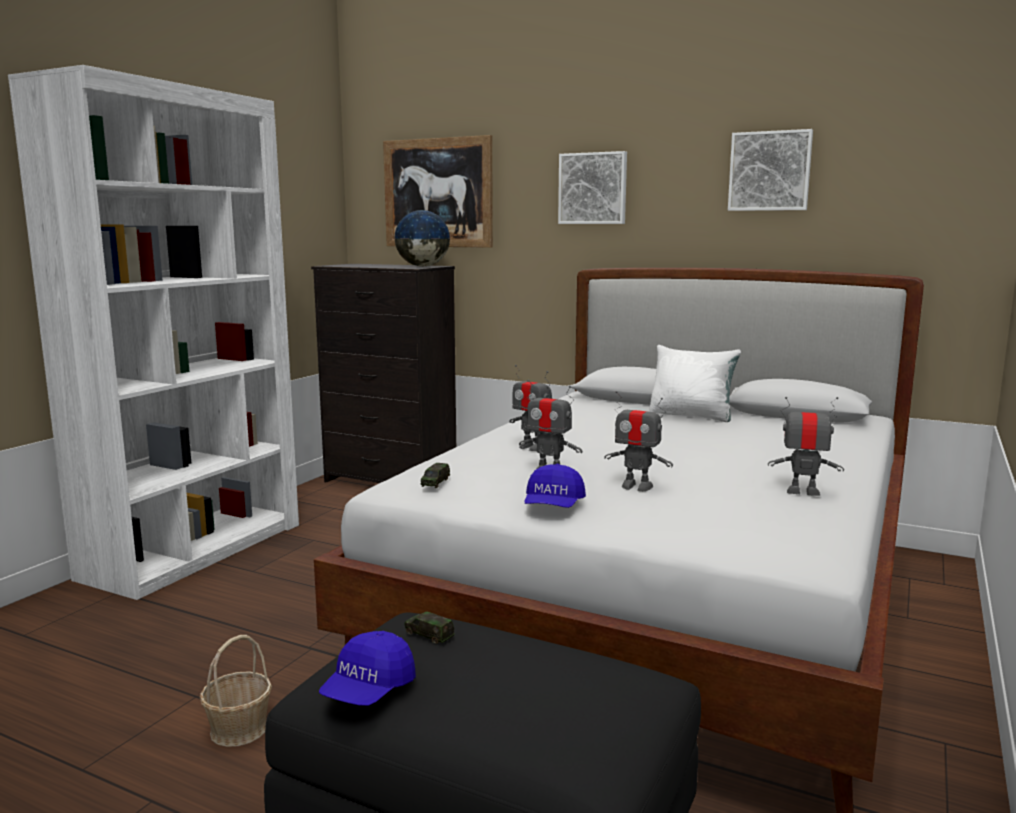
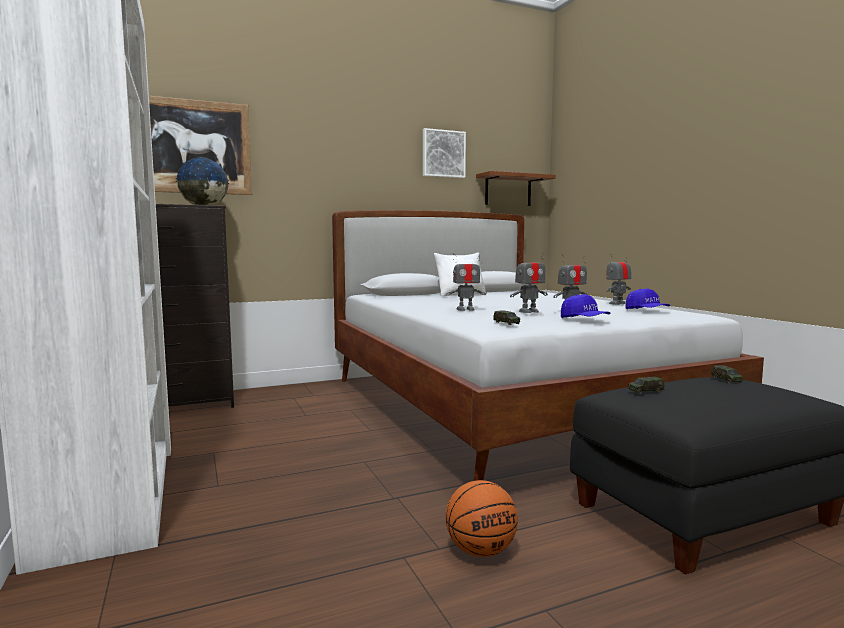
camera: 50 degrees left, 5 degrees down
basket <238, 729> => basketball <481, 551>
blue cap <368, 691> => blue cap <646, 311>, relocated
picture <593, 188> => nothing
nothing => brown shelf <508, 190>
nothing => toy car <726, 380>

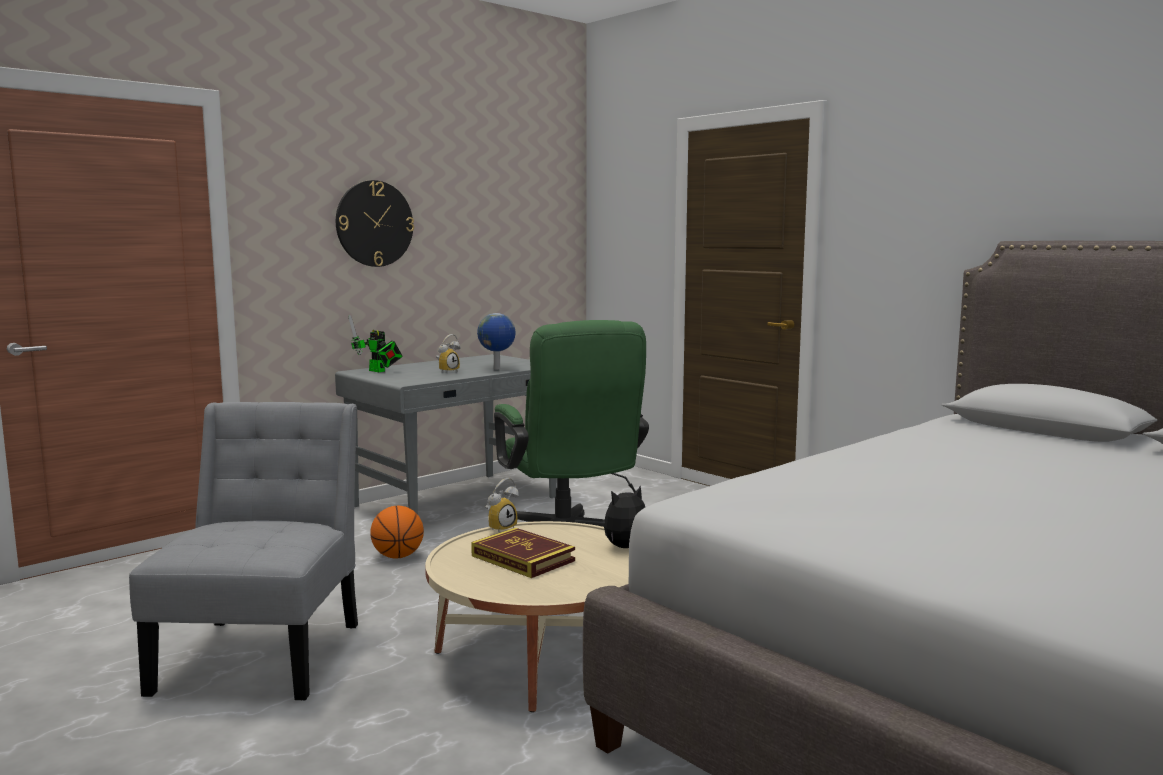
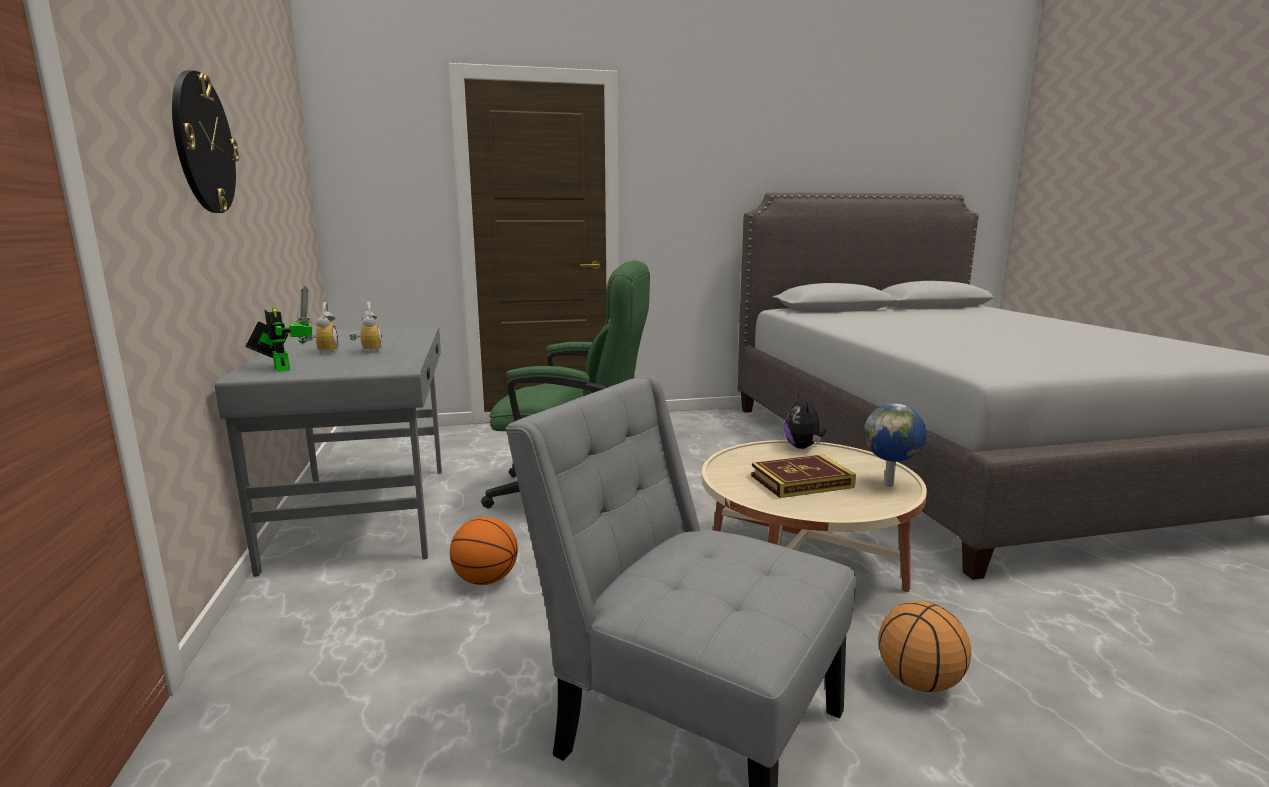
camera: 60 degrees left, 5 degrees up
toy robot <378, 371> => toy robot <281, 368>, 105 degrees counterclockwise
globe <497, 369> => globe <890, 485>, relocated
alarm clock <500, 528> => alarm clock <324, 352>, relocated
nothing => basketball <917, 681>

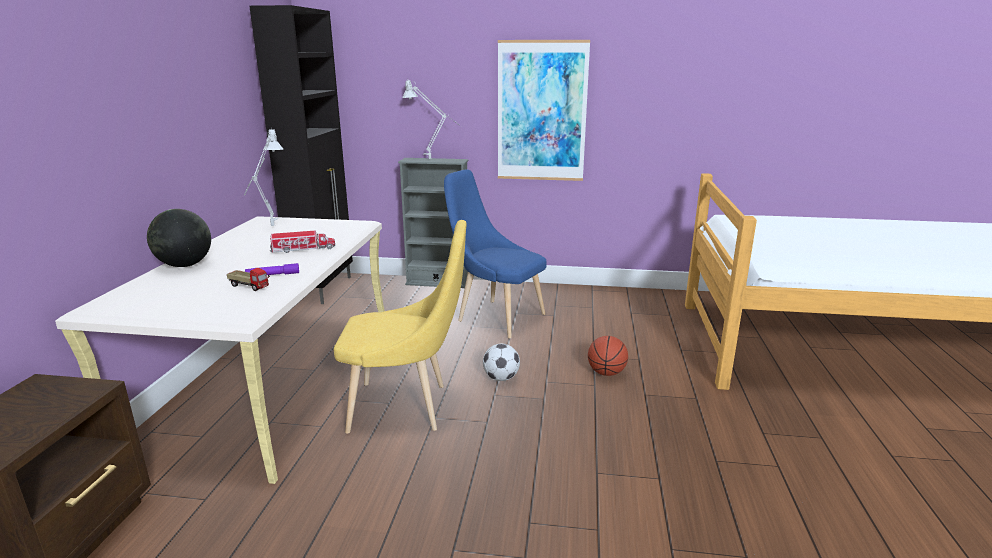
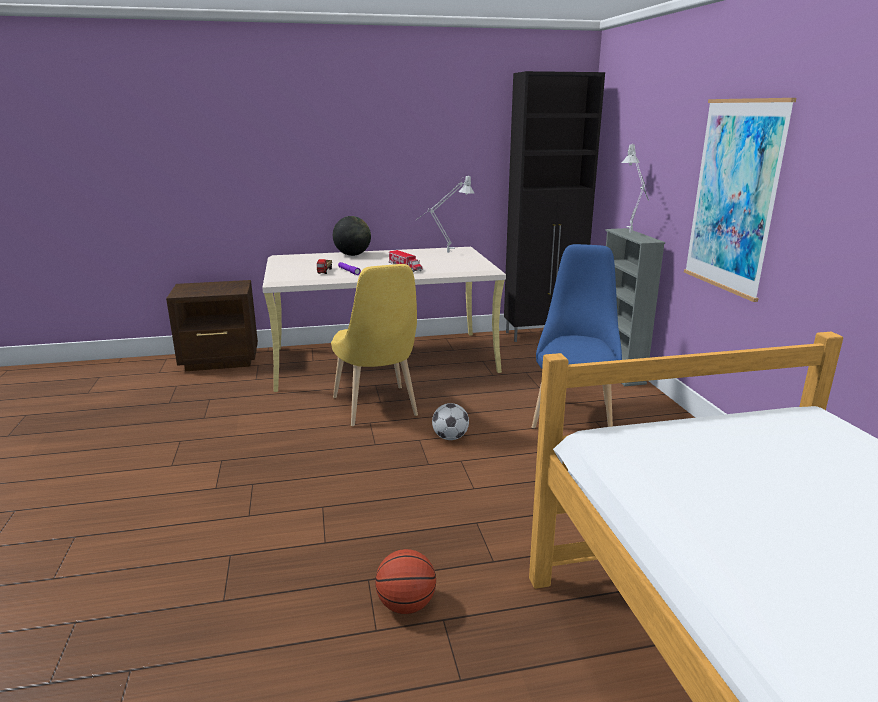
camera: 70 degrees right, 0 degrees up
basketball <606, 373> => basketball <406, 605>, relocated

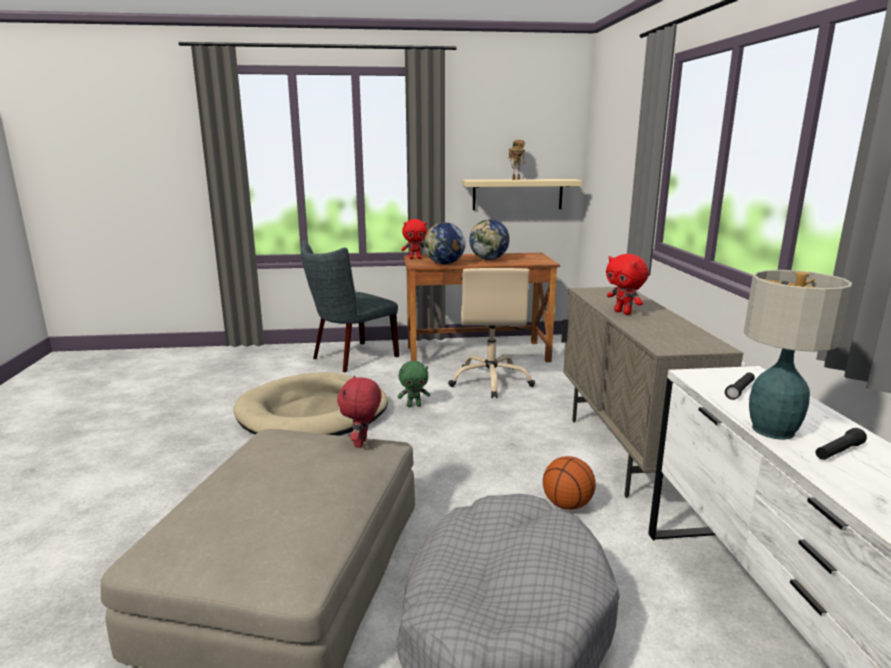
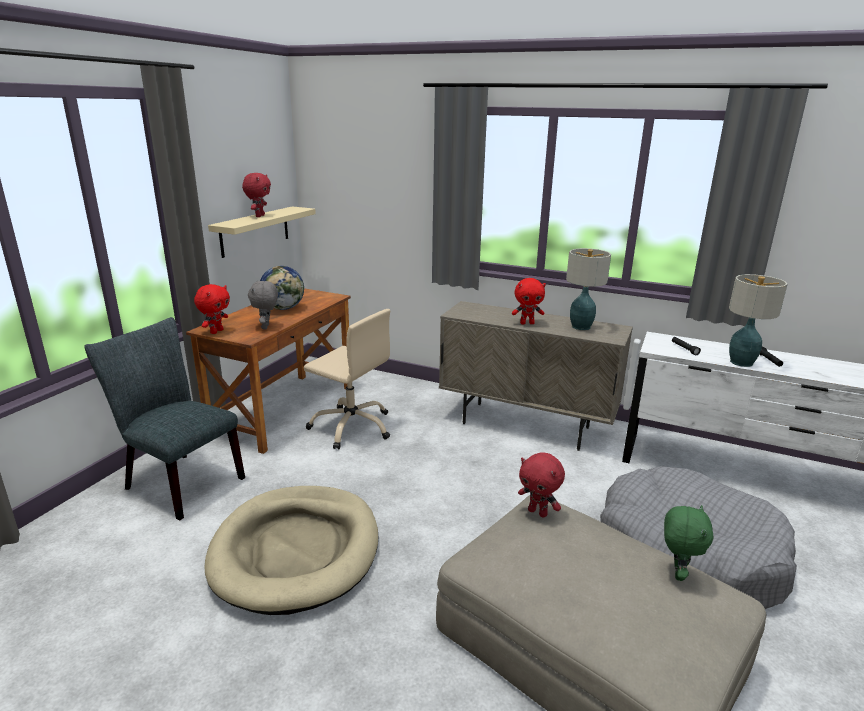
camera: 60 degrees left, 5 degrees up
grey chair <350, 358> => grey chair <178, 482>, 135 degrees clockwise
green plush toy <414, 405> => green plush toy <677, 572>, relocated
globe <444, 263> => grey plush toy <266, 327>
toy robot <516, 179> => red plush toy <259, 216>
basketball <567, 505> => nothing
nothing => table lamp <581, 327>

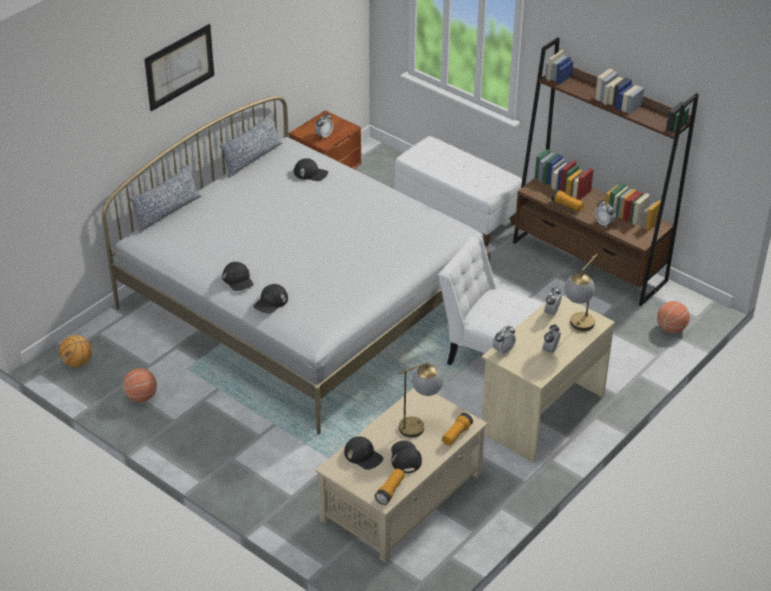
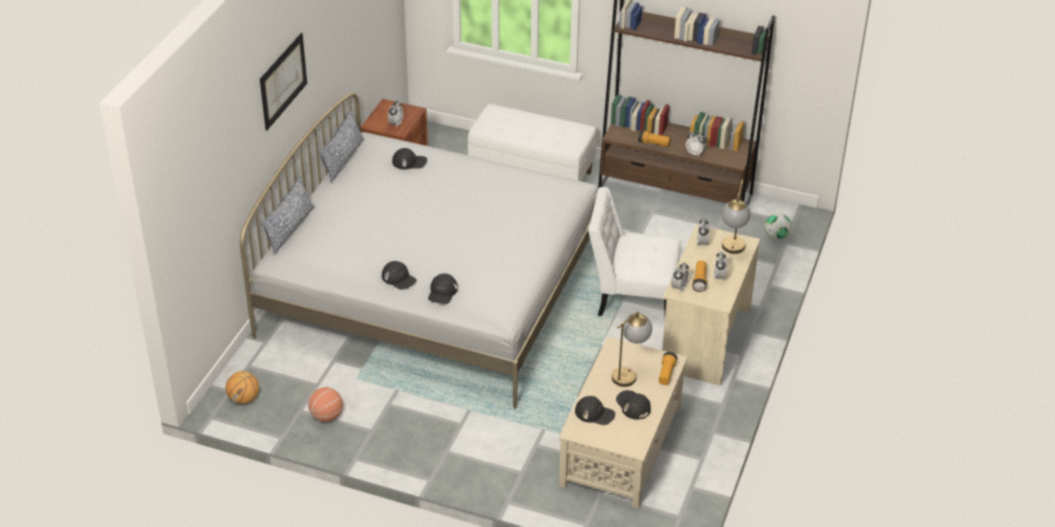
camera: 20 degrees left, 0 degrees up
flashlight <390, 491> => flashlight <699, 280>, relocated
basketball <671, 328> => football <776, 237>

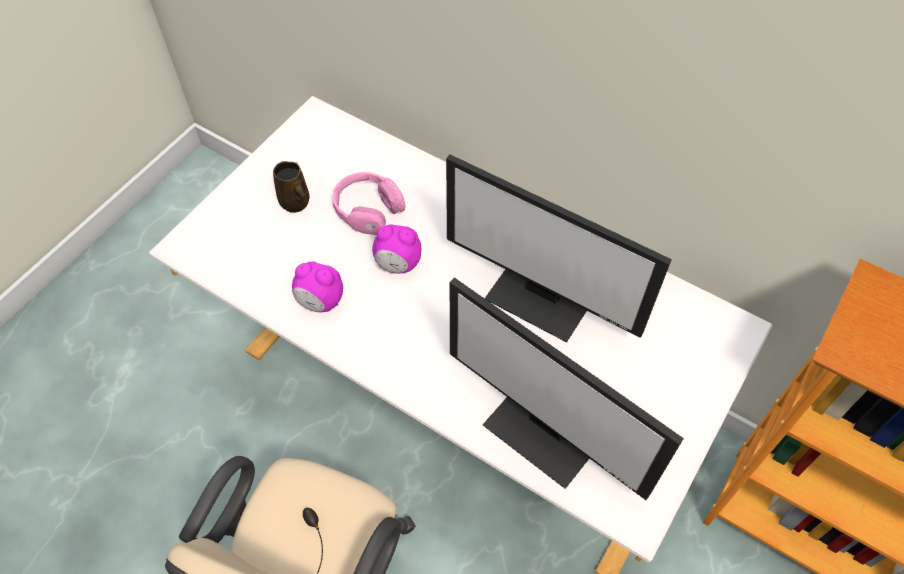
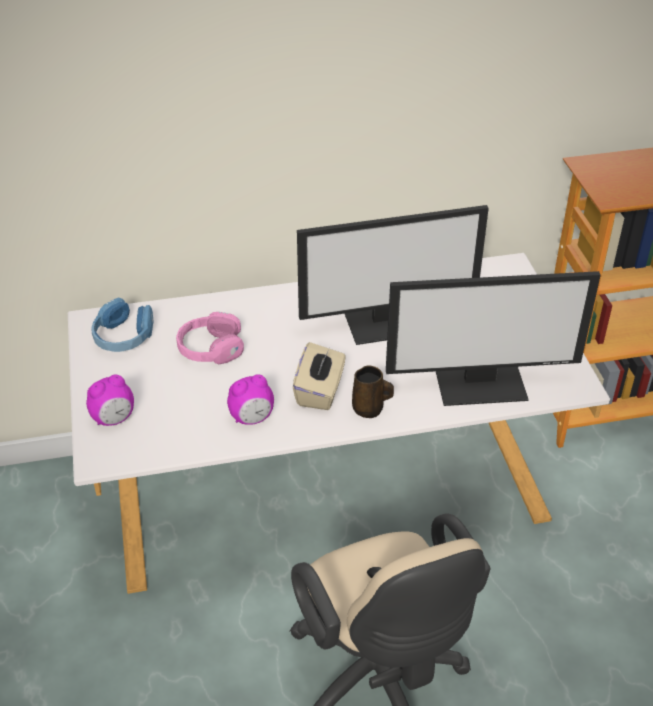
camera: 45 degrees left, 15 degrees down
brown mug <296, 203> => brown mug <369, 409>, relocated
alarm clock <398, 264> => alarm clock <114, 419>, relocated
nothing => blue headphones <124, 337>
nothing => beige tissue box <320, 391>

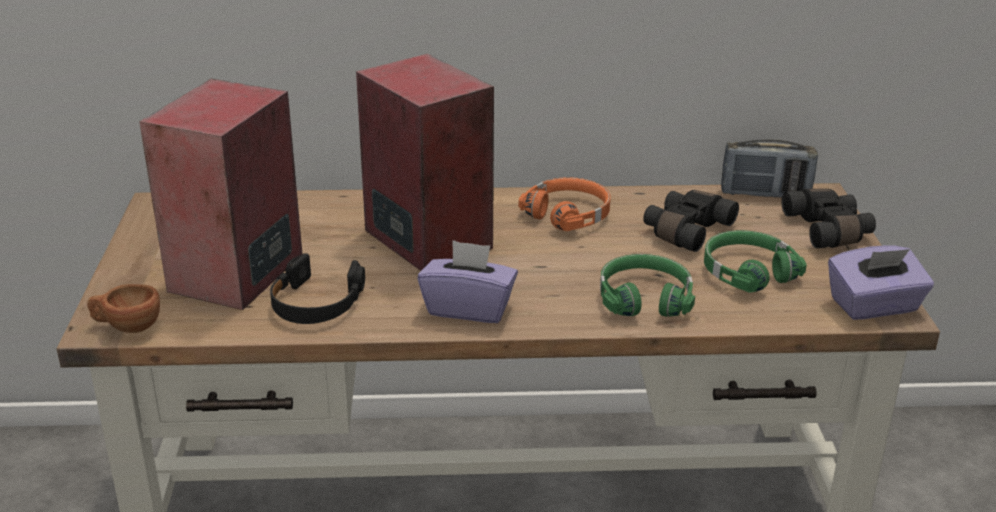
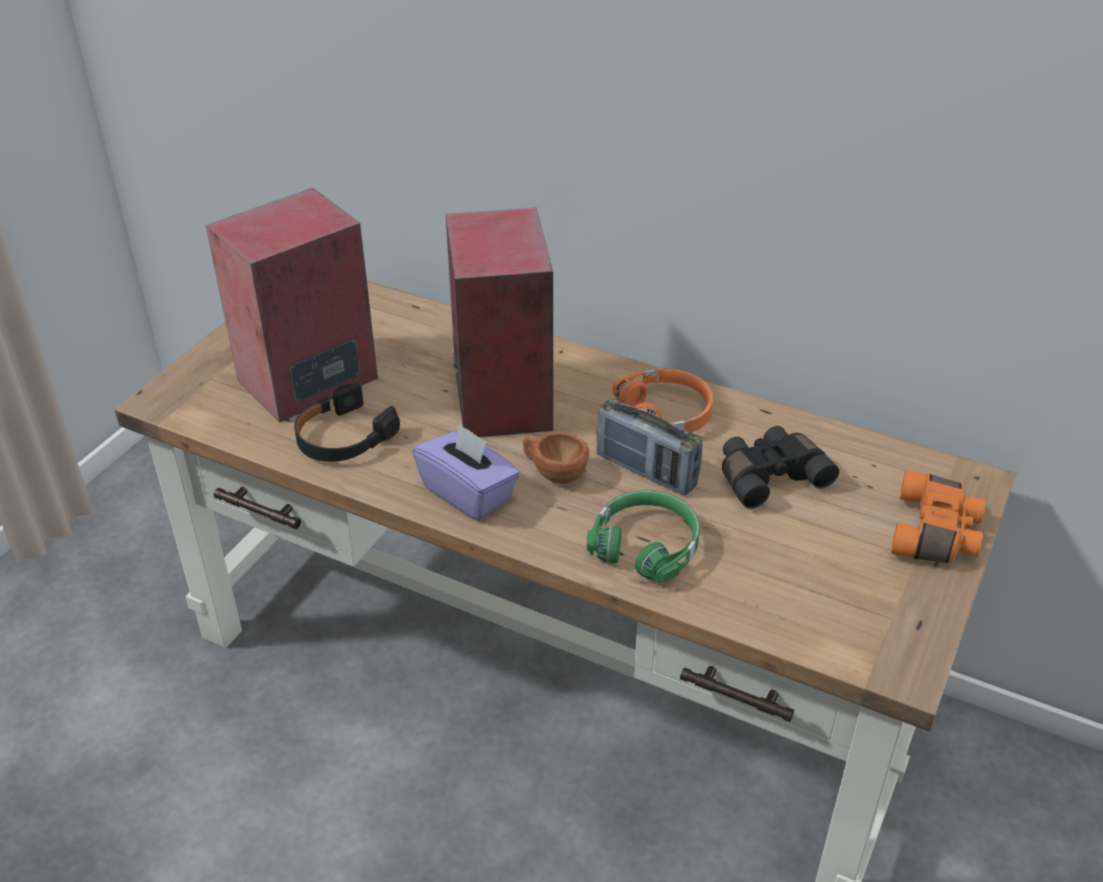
camera: 30 degrees right, 10 degrees up
brown cup <127, 327> => brown cup <553, 472>, relocated
green headphones <747, 271> => nothing
radio <765, 194> => radio <646, 471>, relocated
black binoculars <829, 230> => orange binoculars <936, 533>
purple tissue box <874, 306> => nothing

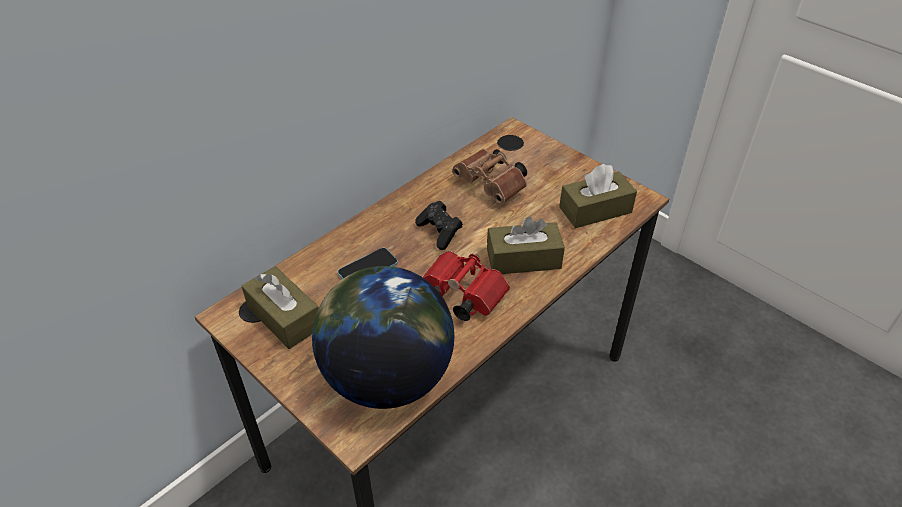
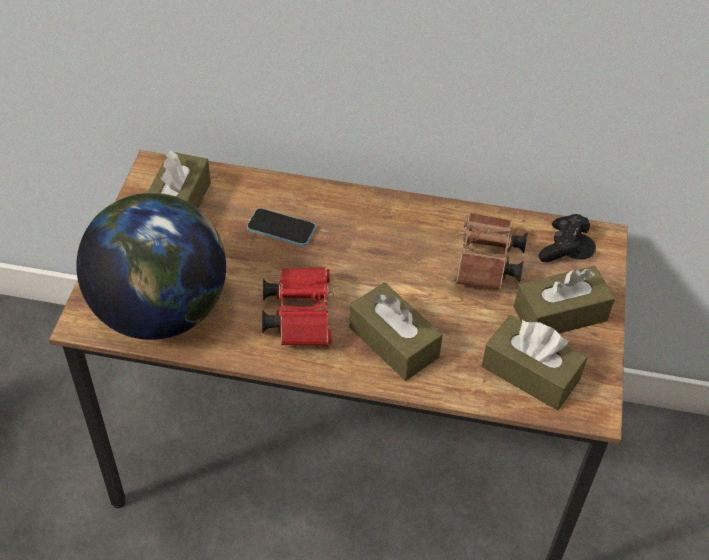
camera: 55 degrees right, 5 degrees up
black game controller <440, 232> => black game controller <562, 247>, relocated
nothing => brown tissue box <560, 314>

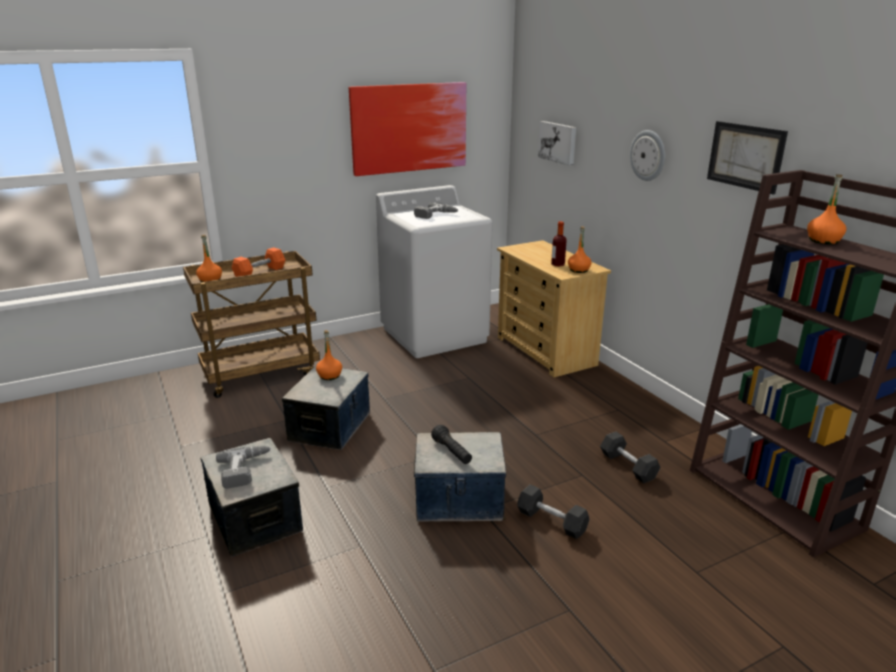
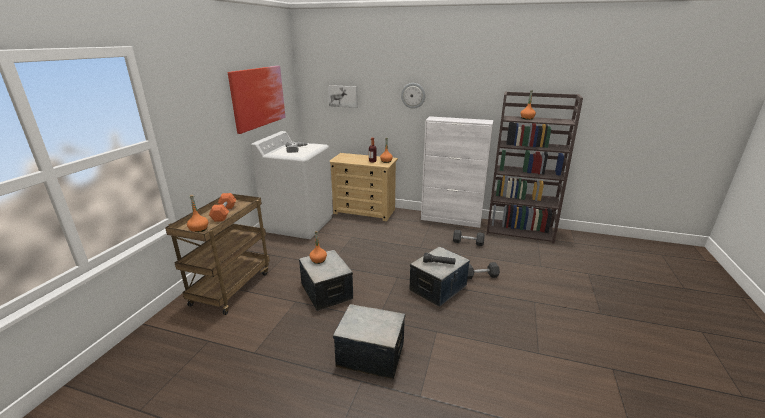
camera: 45 degrees left, 0 degrees up
power drill <246, 470> => nothing
picture <745, 156> => nothing
nothing => white cabinet <451, 219>

